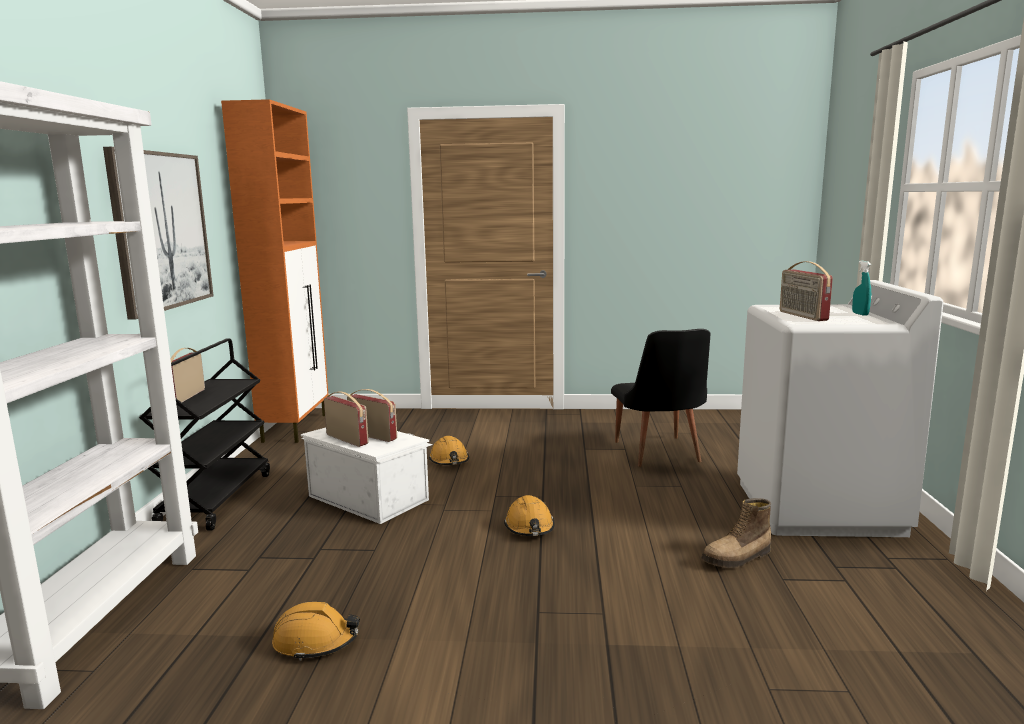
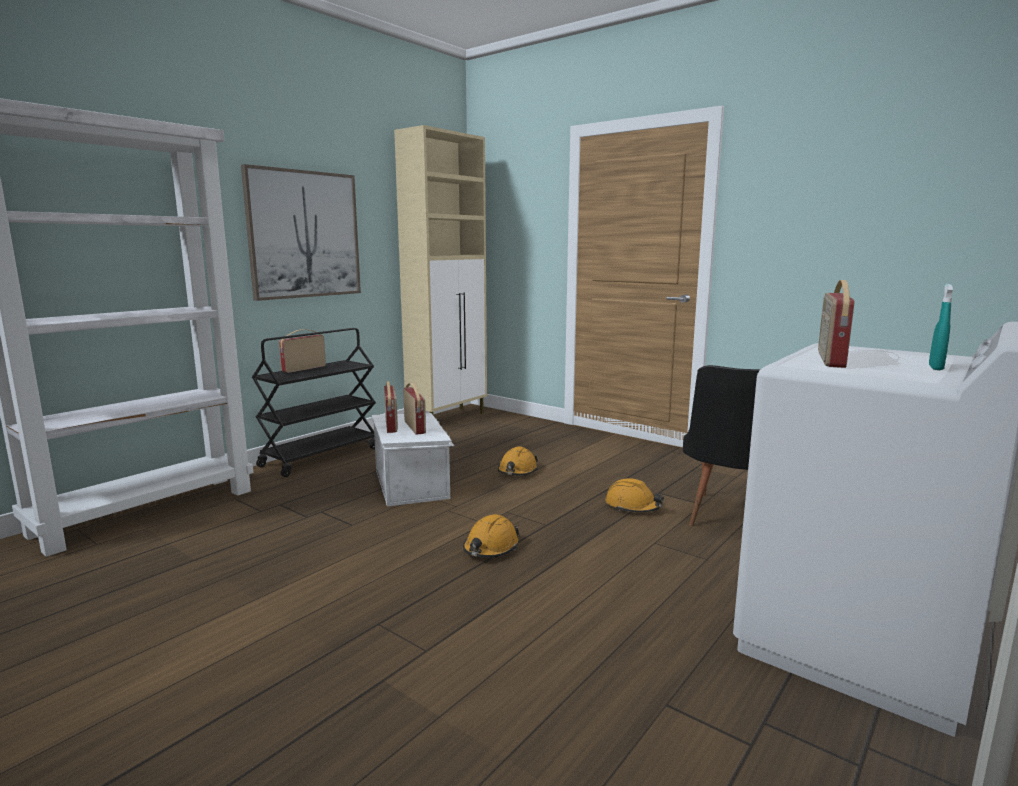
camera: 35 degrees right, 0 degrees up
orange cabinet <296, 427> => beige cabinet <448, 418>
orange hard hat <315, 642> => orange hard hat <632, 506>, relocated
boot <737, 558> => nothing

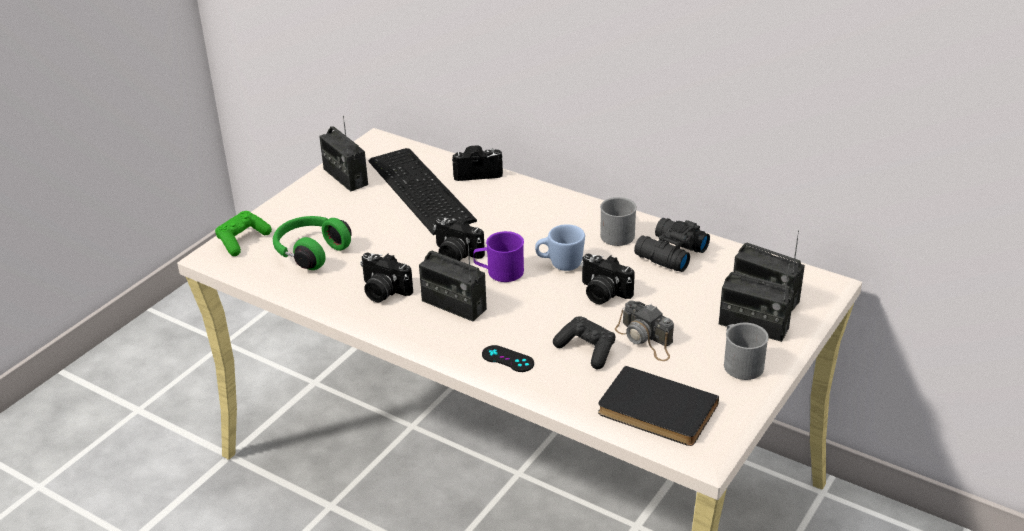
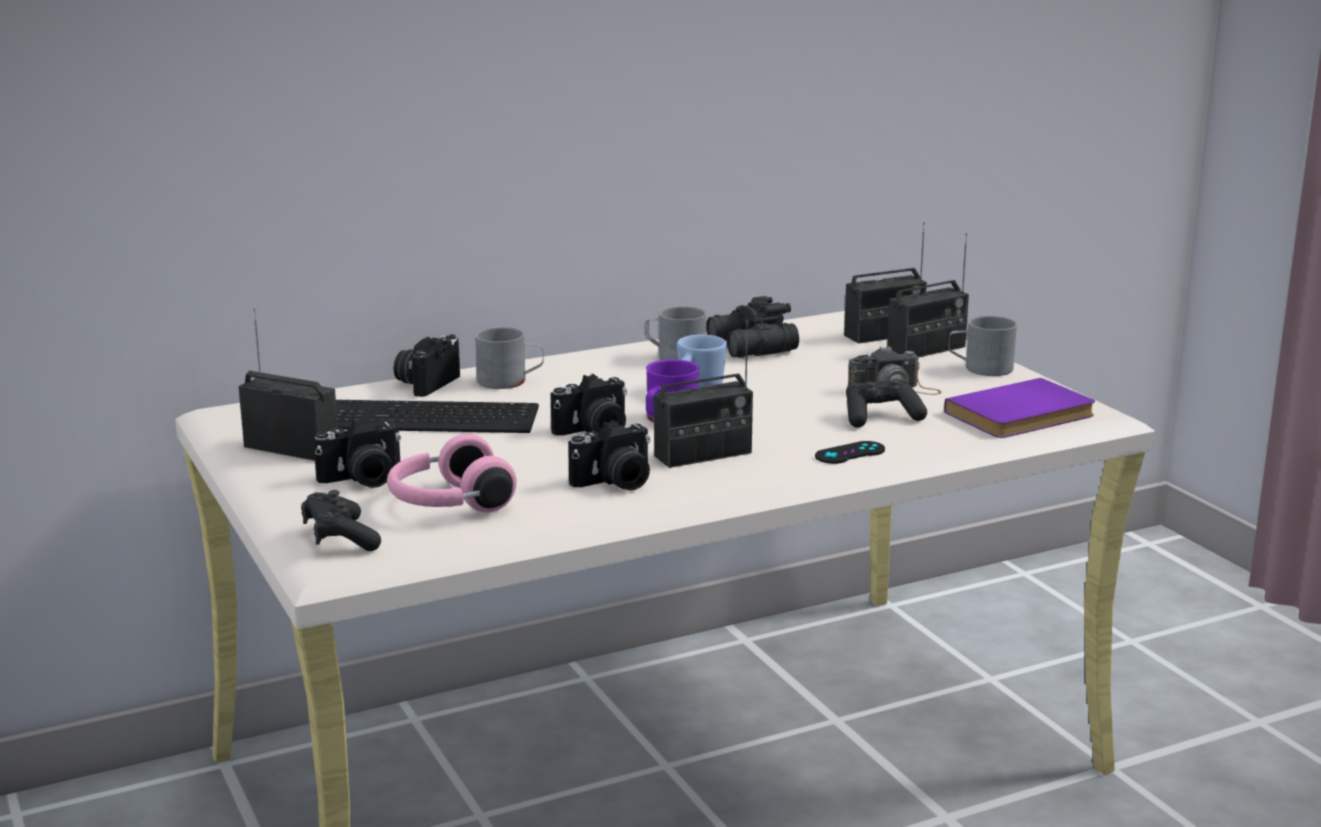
camera: 60 degrees left, 15 degrees down
green game controller <242, 241> => black game controller <340, 538>
green headphones <310, 252> => pink headphones <448, 503>
radio <345, 177> => radio <292, 448>, 150 degrees counterclockwise
photo camera <602, 293> => photo camera <363, 480>, relocated
black book <655, 411> => purple book <1023, 415>
nothing => grey mug <510, 381>

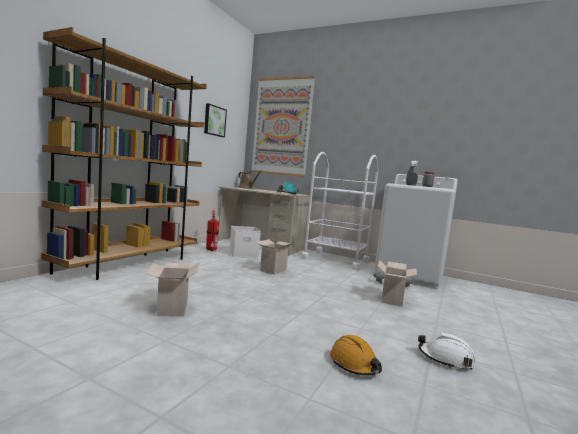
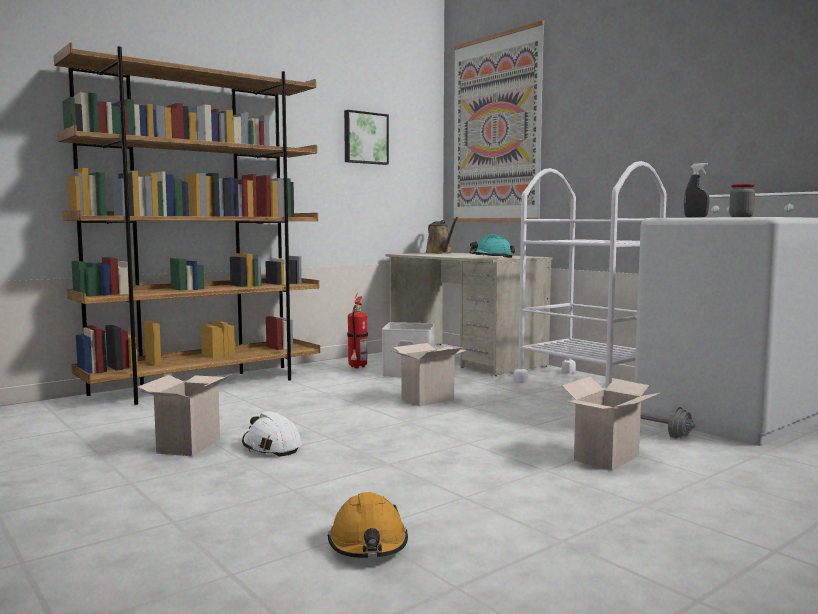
camera: 25 degrees right, 0 degrees up
white hard hat <445, 359> => white hard hat <271, 447>, relocated

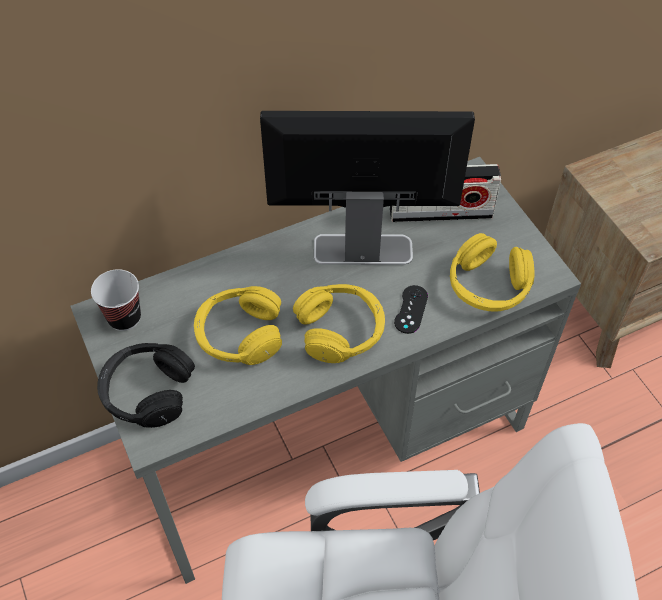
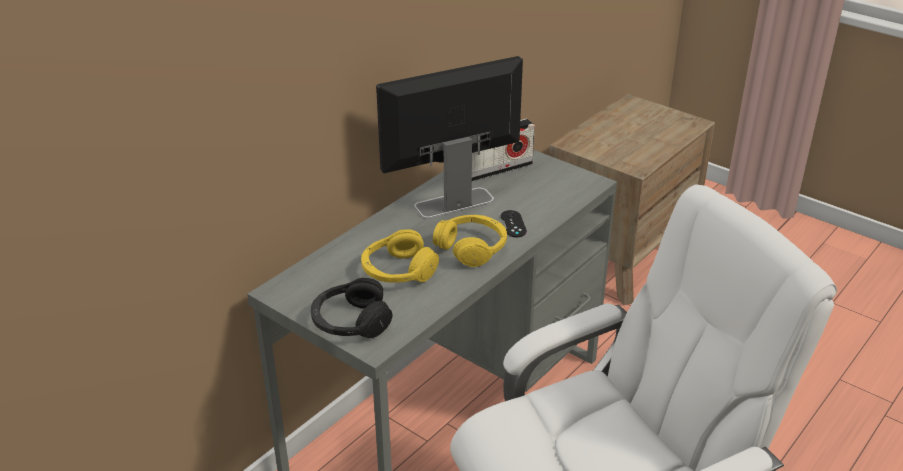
camera: 25 degrees left, 20 degrees down
cup <124, 318> => nothing
yellow headphones <488, 285> => nothing

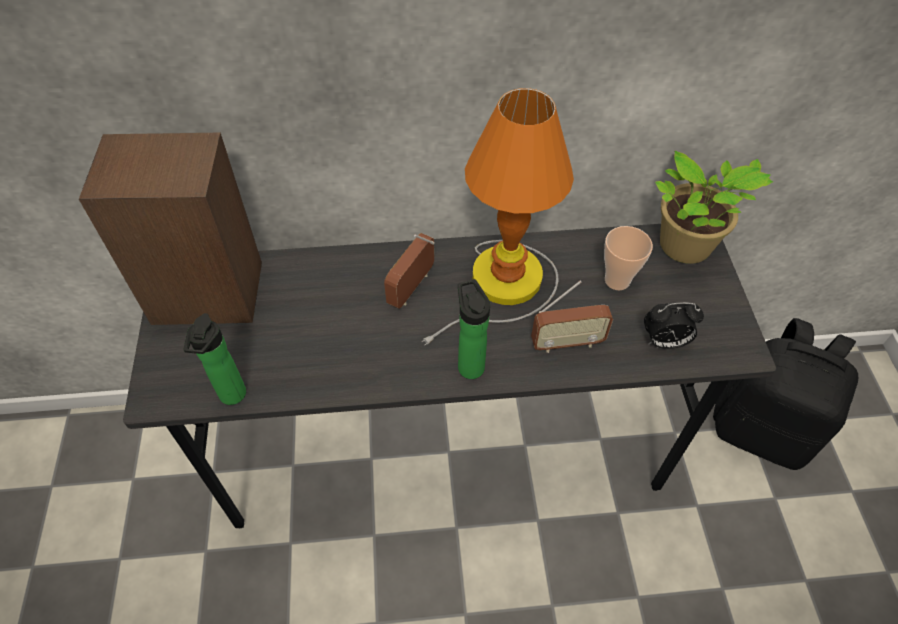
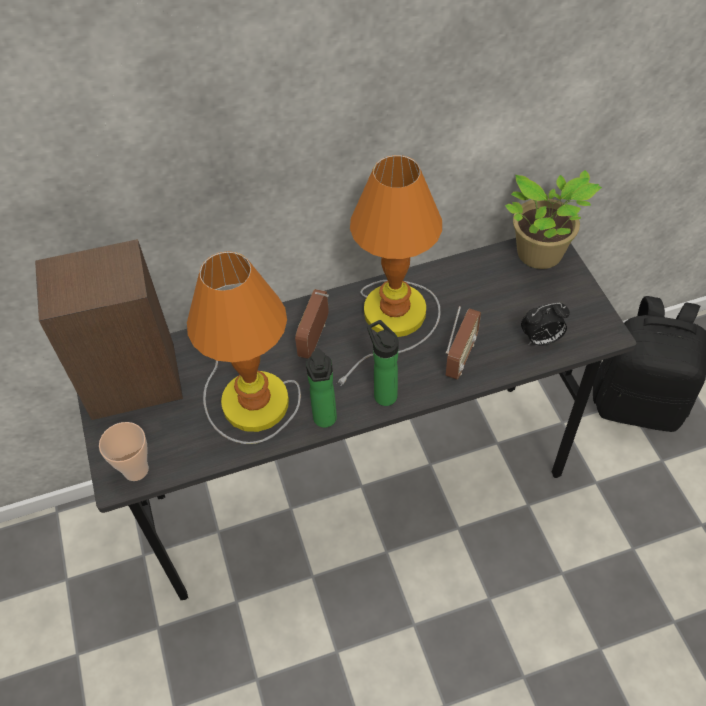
camera: 10 degrees left, 0 degrees up
bottle <231, 397> => bottle <325, 421>, relocated
radio <567, 343> => radio <460, 358>, 45 degrees counterclockwise
cup <617, 280> => cup <136, 470>, relocated
nothing => table lamp <248, 399>

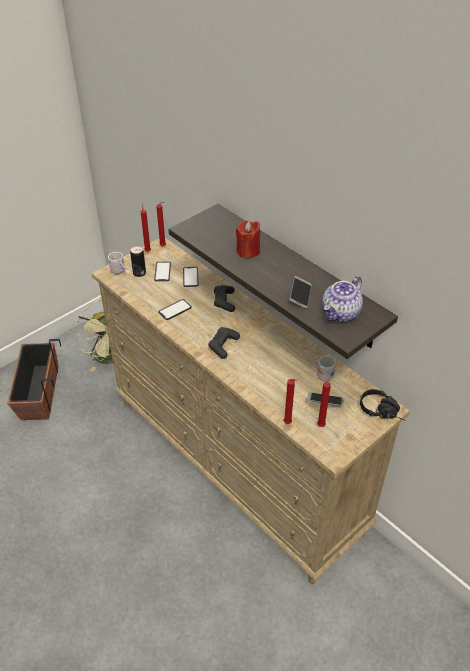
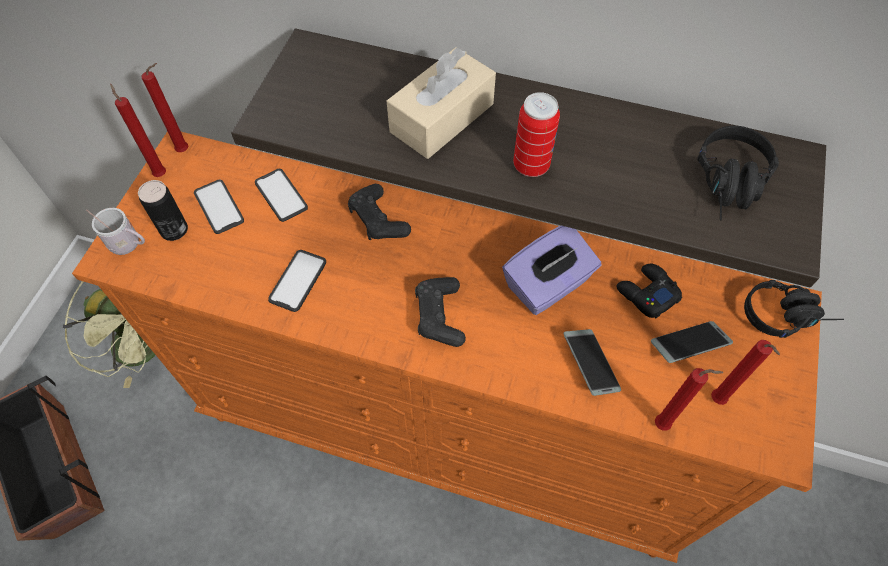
camera: 30 degrees left, 15 degrees up
beige dresser <236, 465> => orange dresser <446, 430>
red candle <248, 251> => beige tissue box <442, 118>
phone <300, 295> => phone <590, 365>, relocated
white mug <322, 376> => black game controller <646, 294>
teapot <341, 313> => black headphones <730, 188>
nothing => purple tissue box <548, 285>
nothing => can <531, 165>

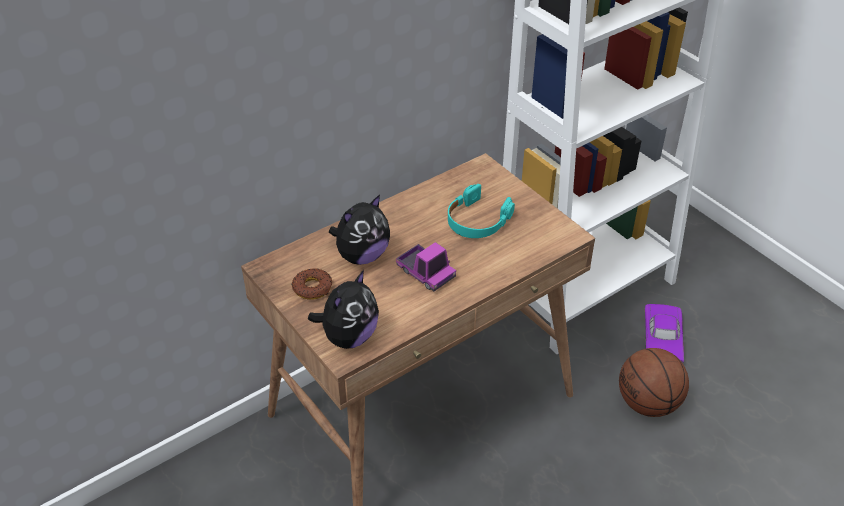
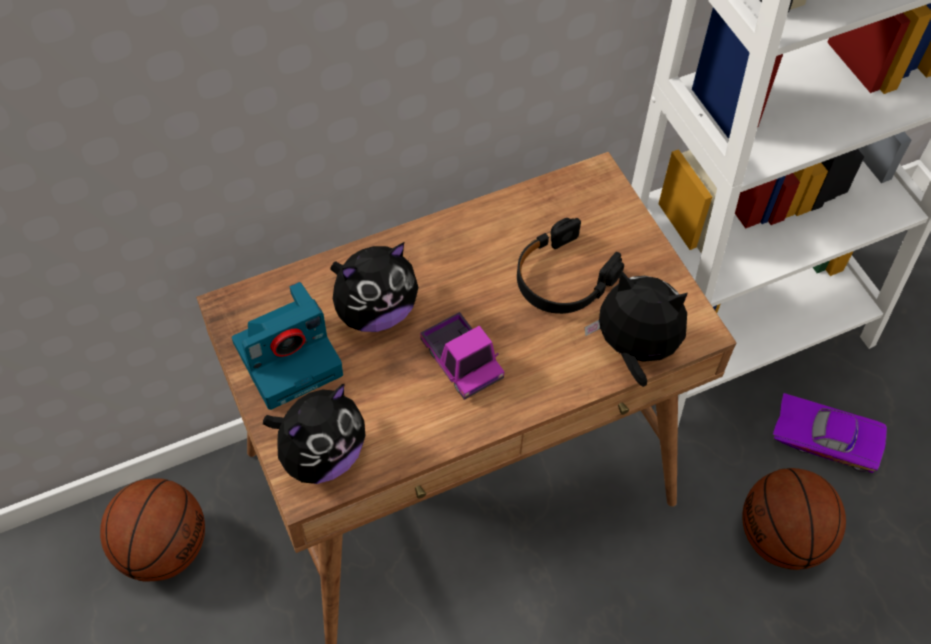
camera: 10 degrees right, 15 degrees up
donut <312, 288> => photo camera <289, 356>
turquoise headphones <477, 221> => black headphones <563, 278>
purple toy car <659, 339> => purple toy car <826, 436>, 90 degrees clockwise
nothing => basketball <163, 547>
nothing => plush toy <634, 349>

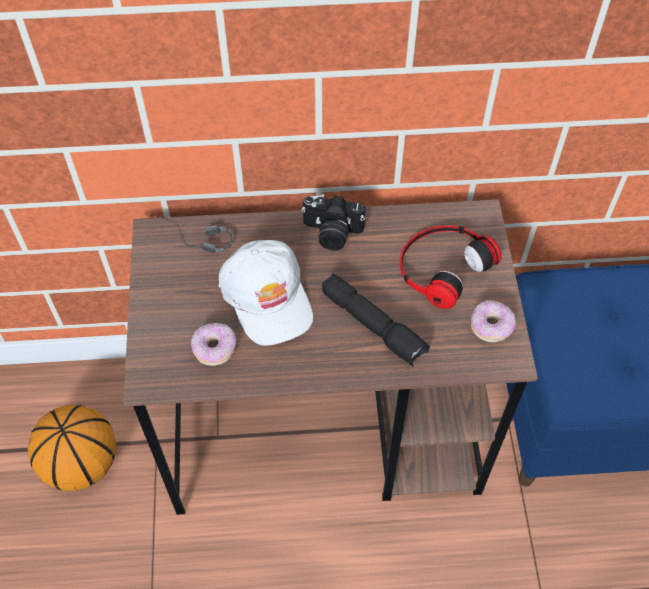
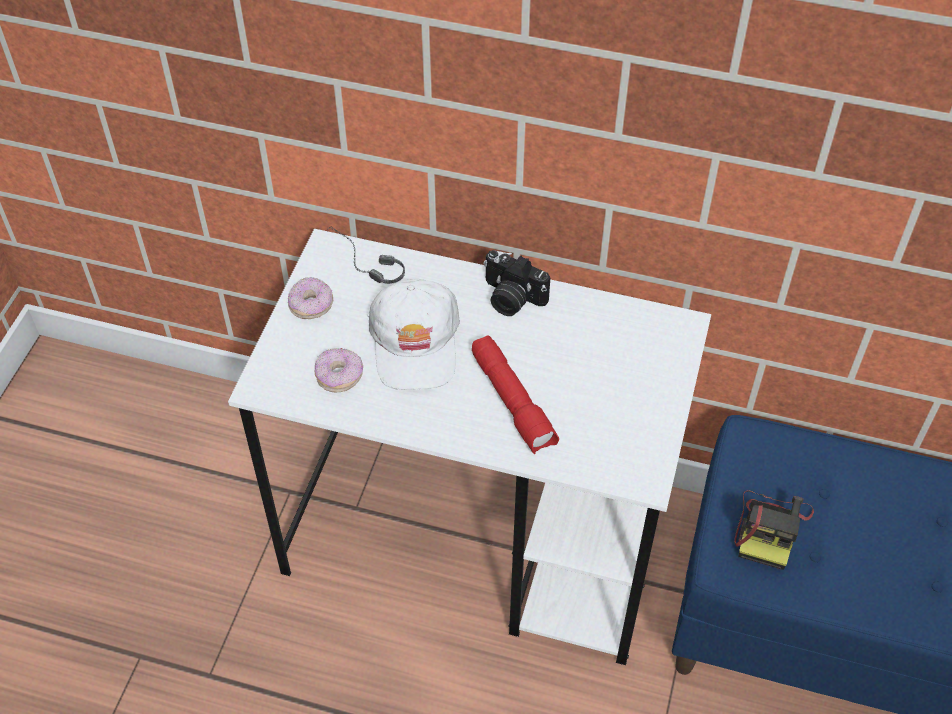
camera: 20 degrees right, 5 degrees down
basketball <82, 462> => nothing
brown desk <327, 428> => white desk <479, 537>
black flashlight <374, 325> => red flashlight <514, 402>
headphones <442, 266> => nothing
donut <491, 326> => donut <311, 306>, relocated
nothing => photo camera <770, 528>

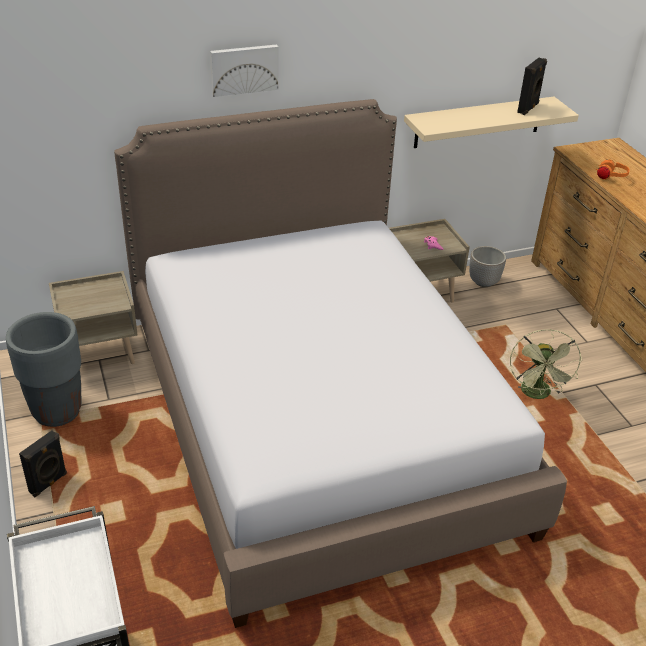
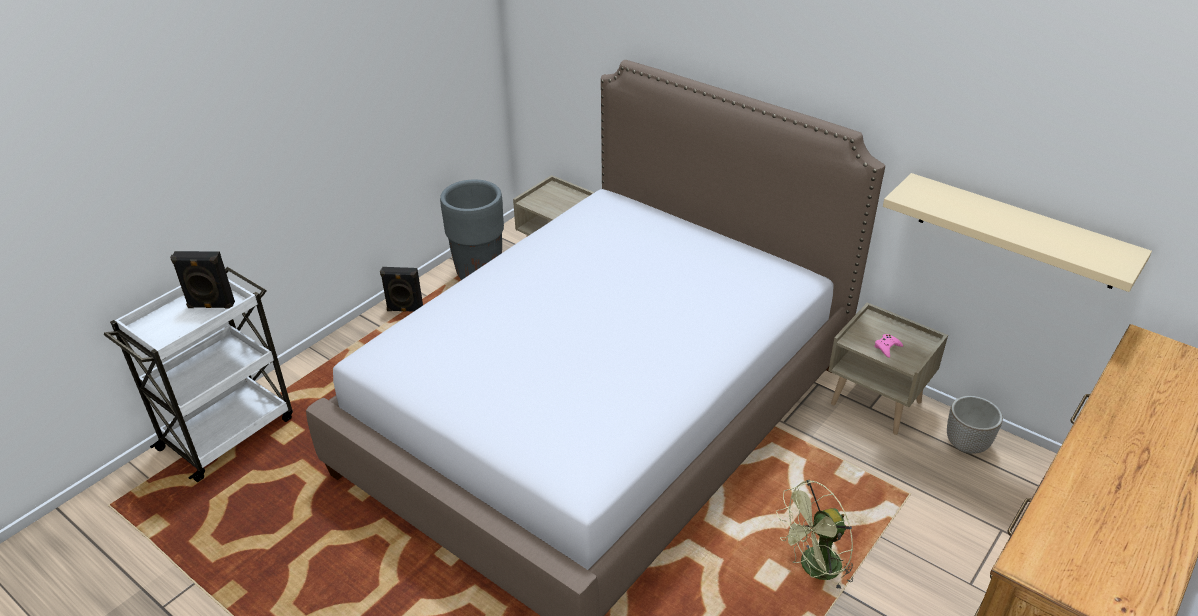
camera: 60 degrees right, 0 degrees up
picture <244, 69> => nothing
black speaker <528, 108> => black speaker <211, 306>, relocated
orange headphones <610, 177> => nothing

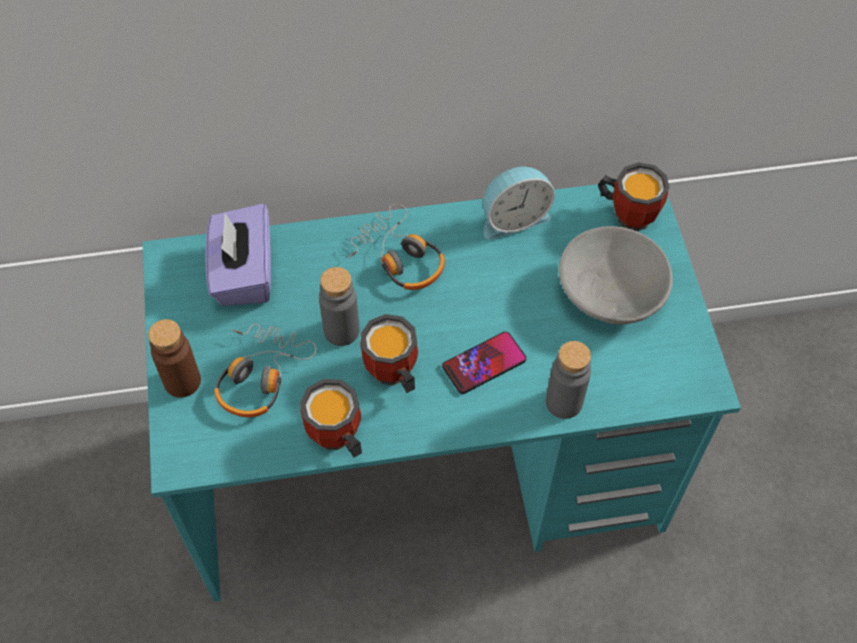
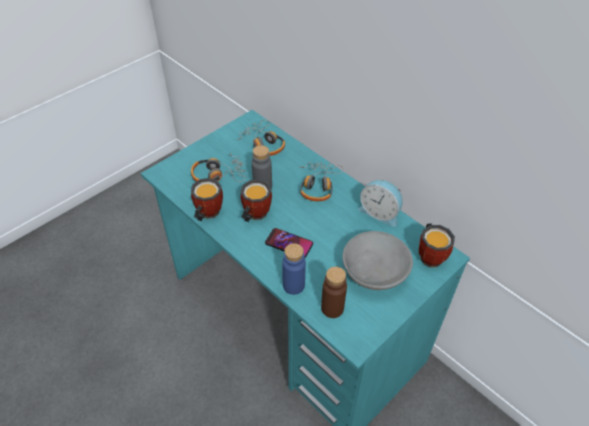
camera: 55 degrees right, 10 degrees down
brown bottle <182, 381> => brown bottle <332, 308>, relocated
purple tissue box <243, 274> => headphones <263, 143>
grey bottle <564, 402> => blue bottle <293, 285>

